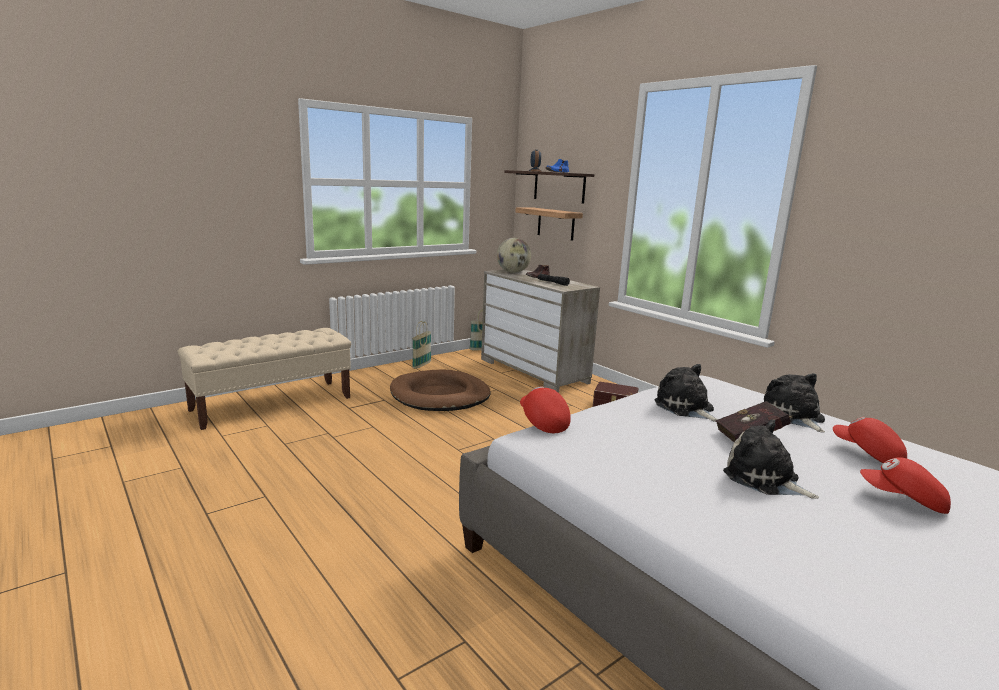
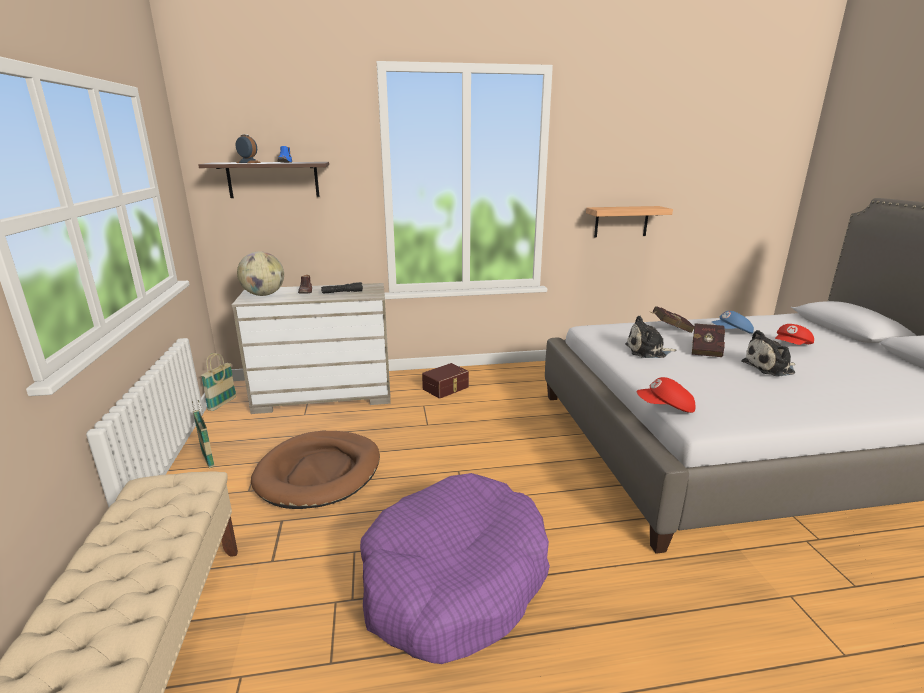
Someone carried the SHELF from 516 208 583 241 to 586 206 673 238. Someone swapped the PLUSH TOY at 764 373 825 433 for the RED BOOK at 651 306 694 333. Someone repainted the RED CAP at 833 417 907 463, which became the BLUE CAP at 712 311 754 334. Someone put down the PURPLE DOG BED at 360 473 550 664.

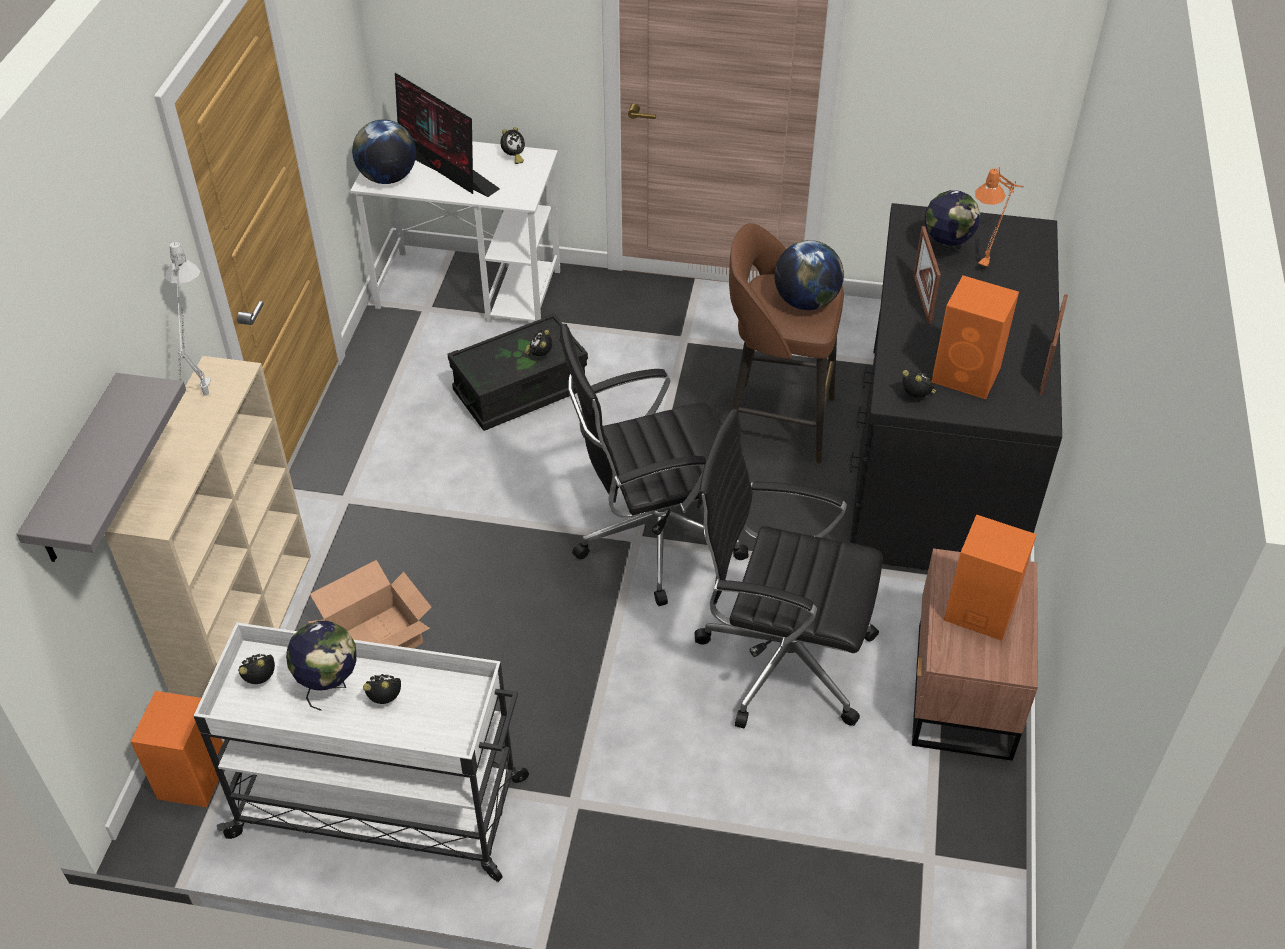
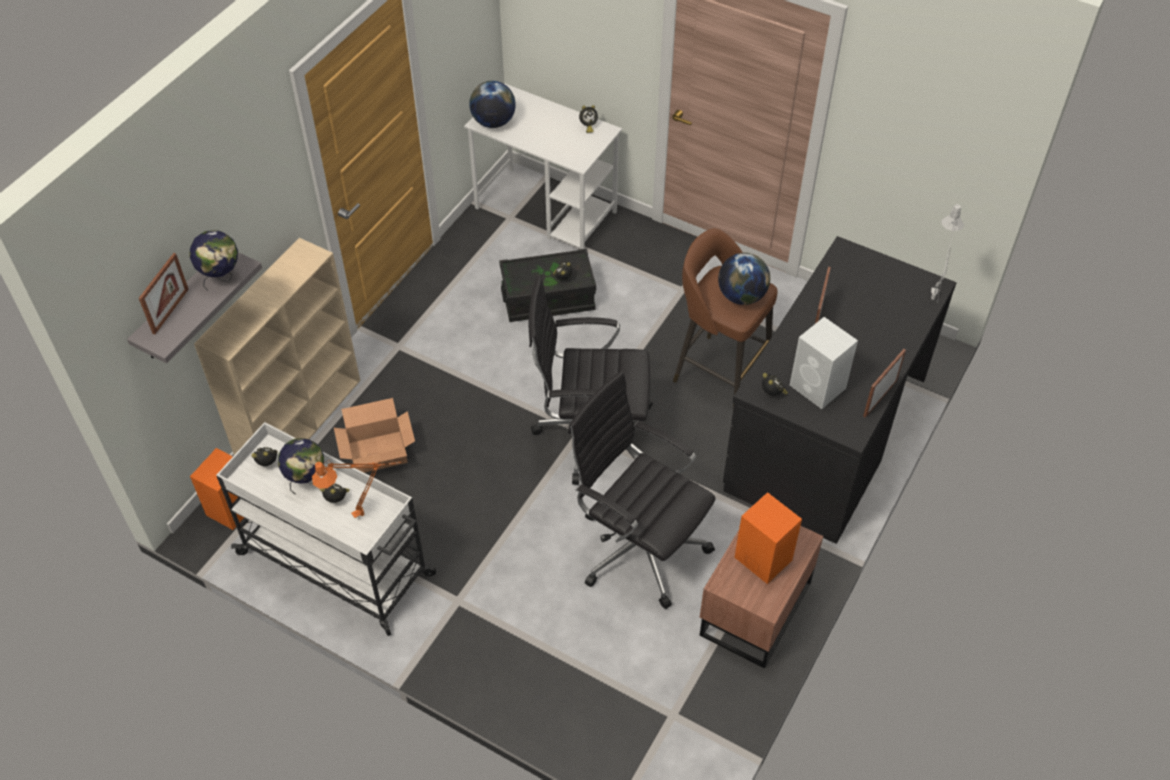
Someone took away the MONITOR at 395 73 500 197. Someone carried the ORANGE TABLE LAMP from 975 167 1024 270 to 312 460 402 518. Someone carried the GLOBE from 924 190 981 266 to 190 230 238 290. Someone carried the GREY TABLE LAMP from 165 242 211 396 to 931 204 964 302. Someone repainted the ORANGE SPEAKER at 931 275 1019 399, which became the WHITE SPEAKER at 790 317 858 409. Someone put down the PICTURE FRAME at 139 253 189 334.

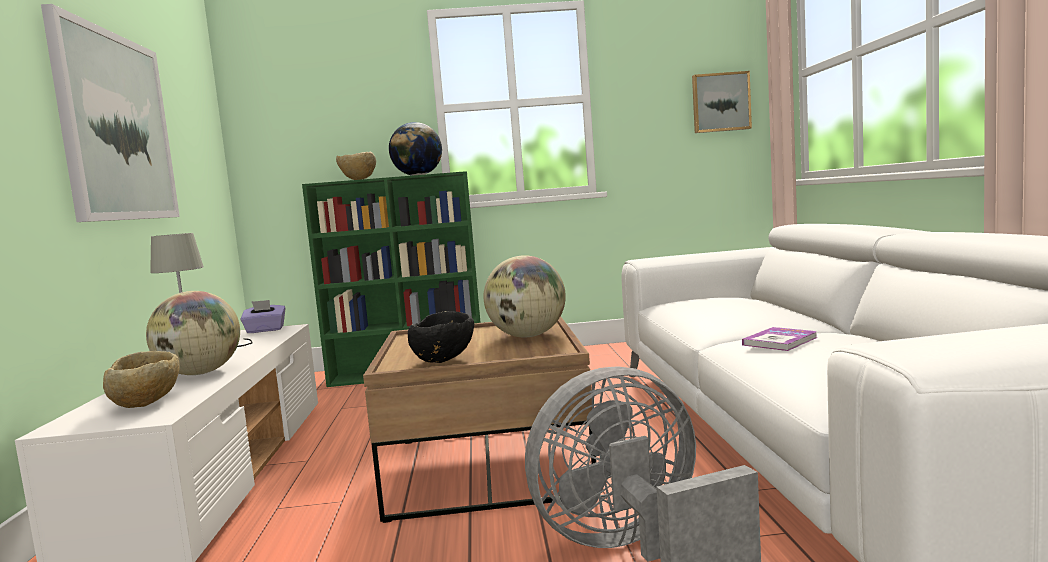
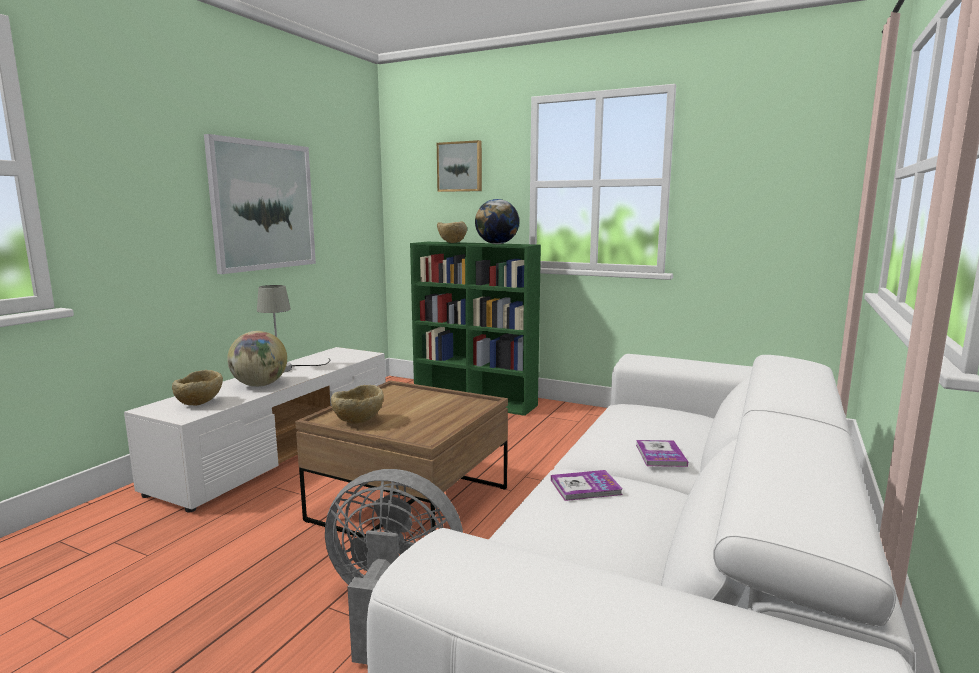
Someone carried the PICTURE from 692 71 752 133 to 437 140 482 192. Someone took away the GLOBE at 484 255 566 337. Someone took away the PURPLE TISSUE BOX at 241 300 286 333. Someone repainted the BLACK BOWL at 408 311 474 363, which became the BEIGE BOWL at 331 385 384 424. Someone put down the BOOK at 636 440 688 467.

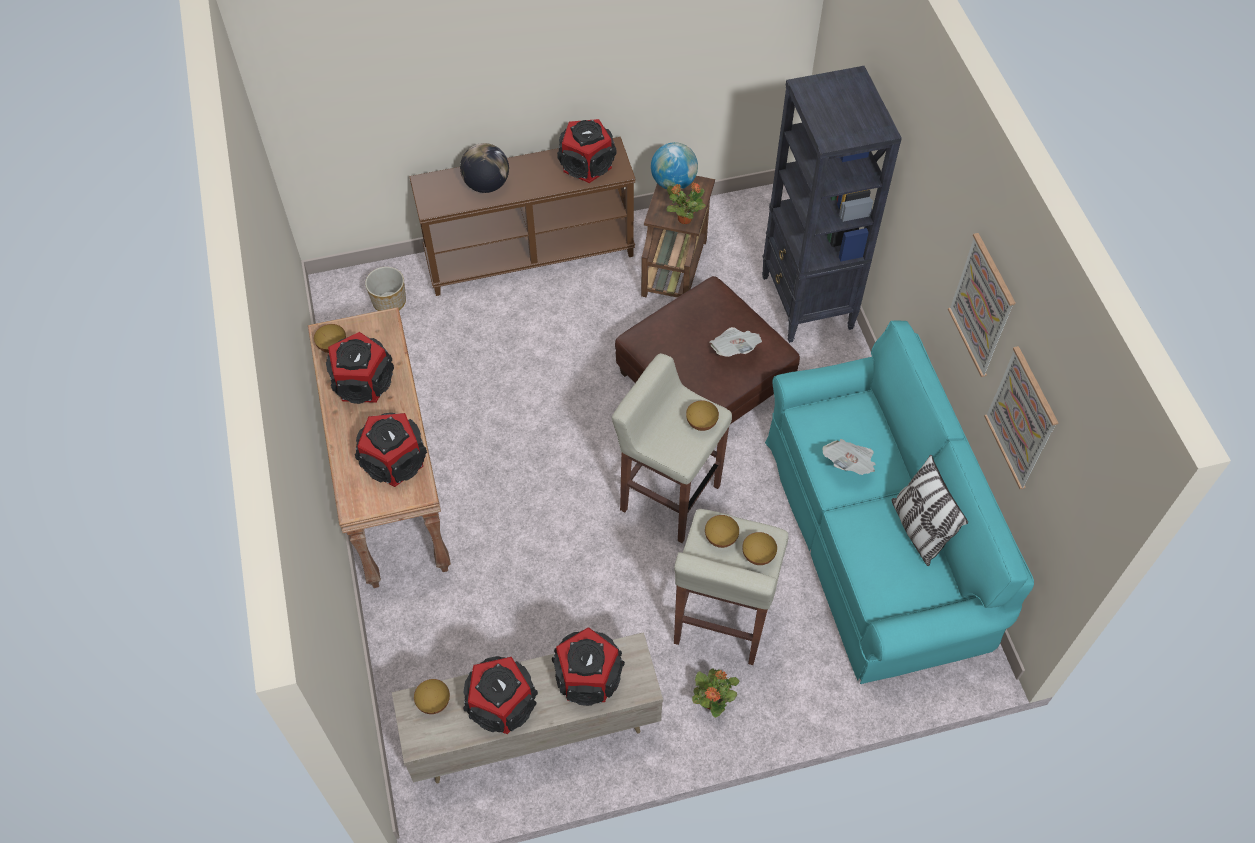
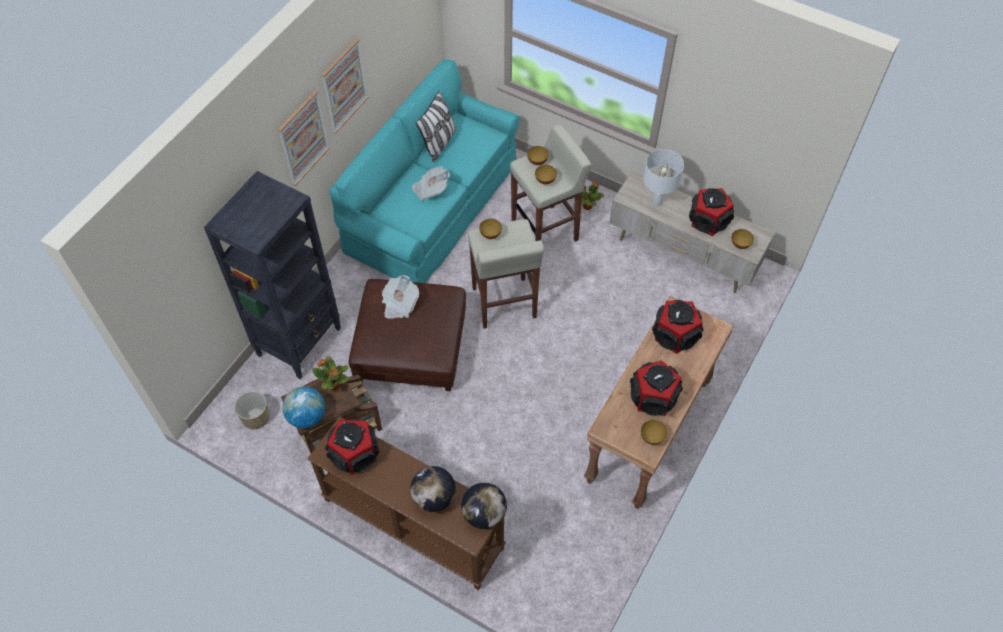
Someone carried the PLANTER from 365 267 406 311 to 234 391 270 429. Someone carried the PICTURE from 984 346 1058 489 to 277 90 330 186. Someone swapped the SPEAKER at 552 627 625 706 for the WHITE TABLE LAMP at 643 149 684 206. Someone put down the GLOBE at 461 483 507 529.

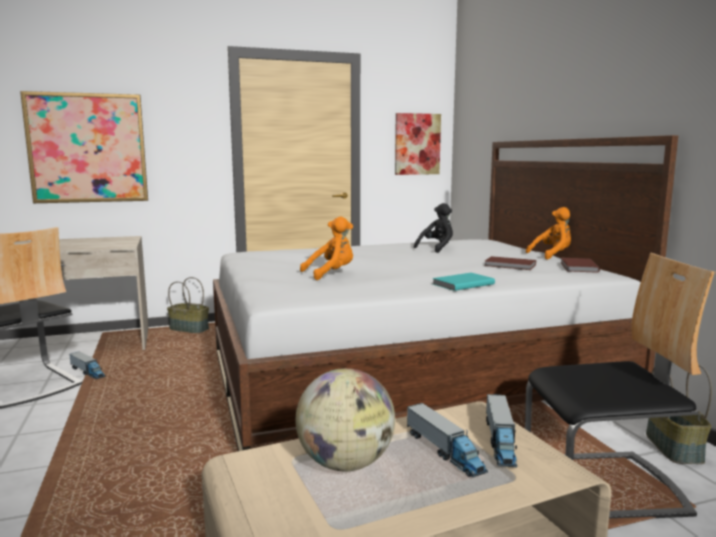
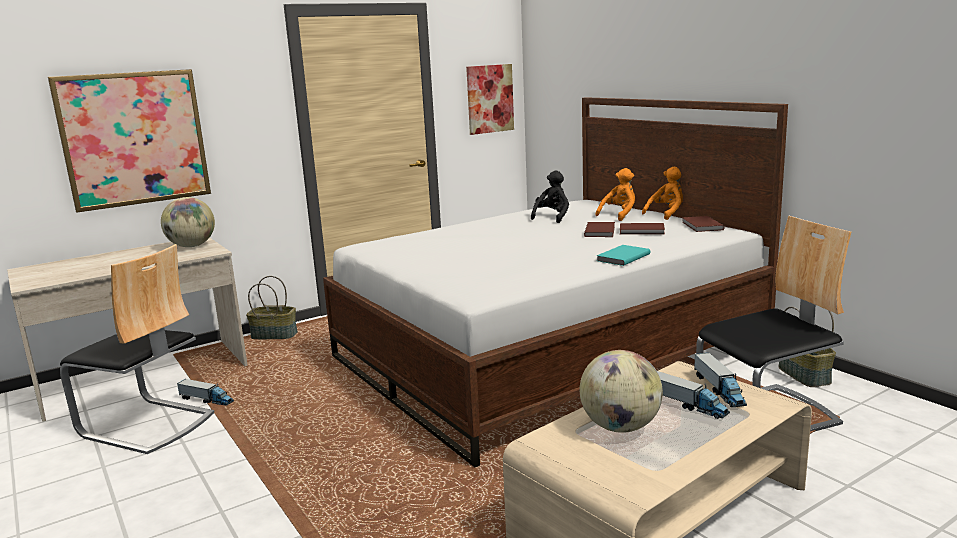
Someone carried the ORANGE PLUSH TOY from 300 217 353 280 to 595 168 635 221. Someone put down the GLOBE at 161 197 215 247. Someone put down the BROWN BOOK at 584 222 615 237.

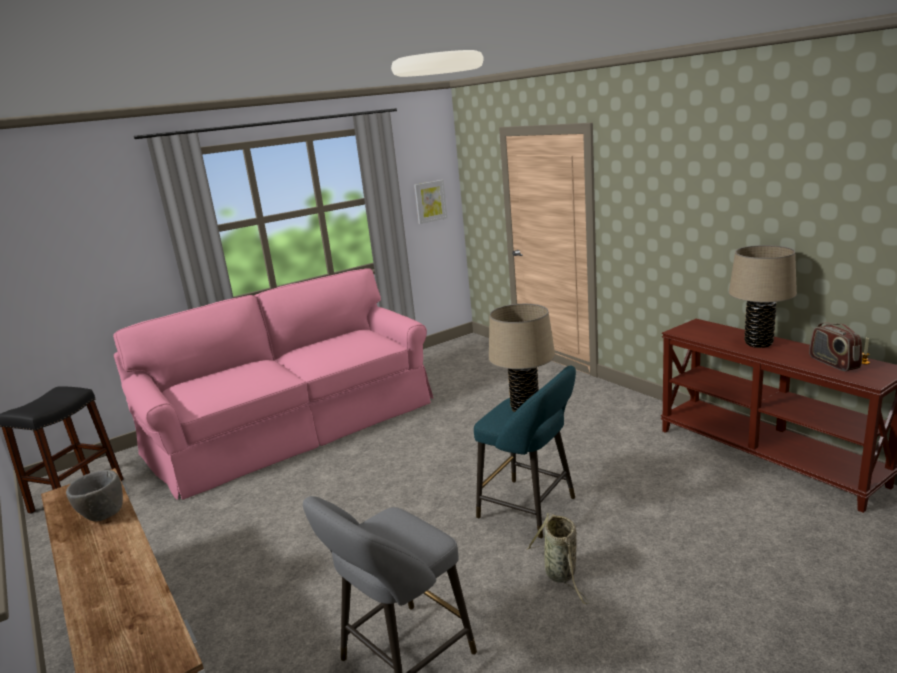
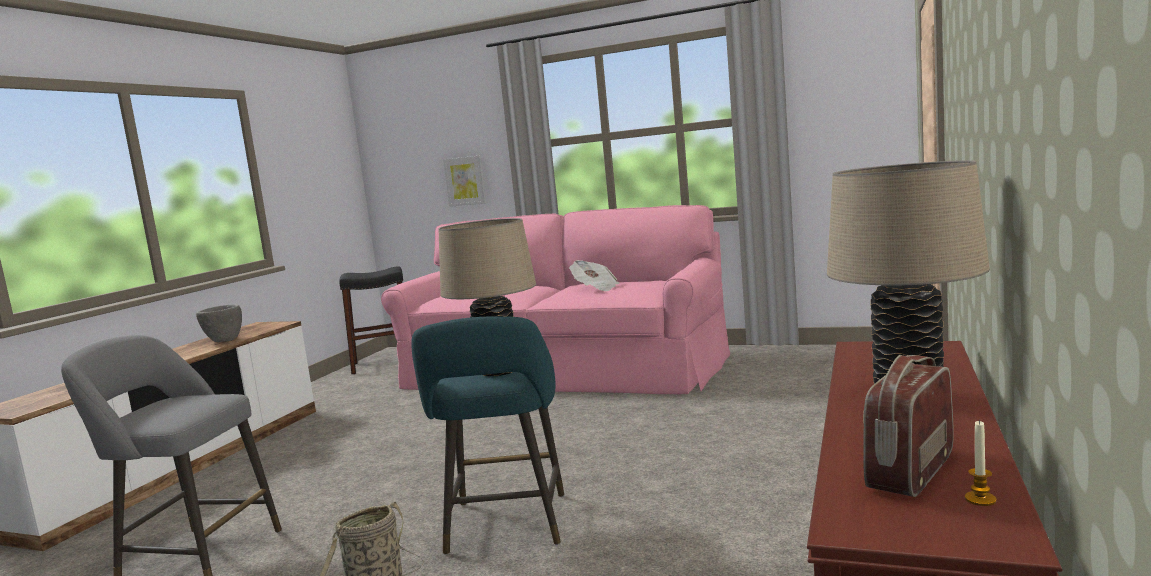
Someone carried the PICTURE from 414 180 447 224 to 443 156 486 207. Someone put down the NEWSPAPER at 569 260 619 291.

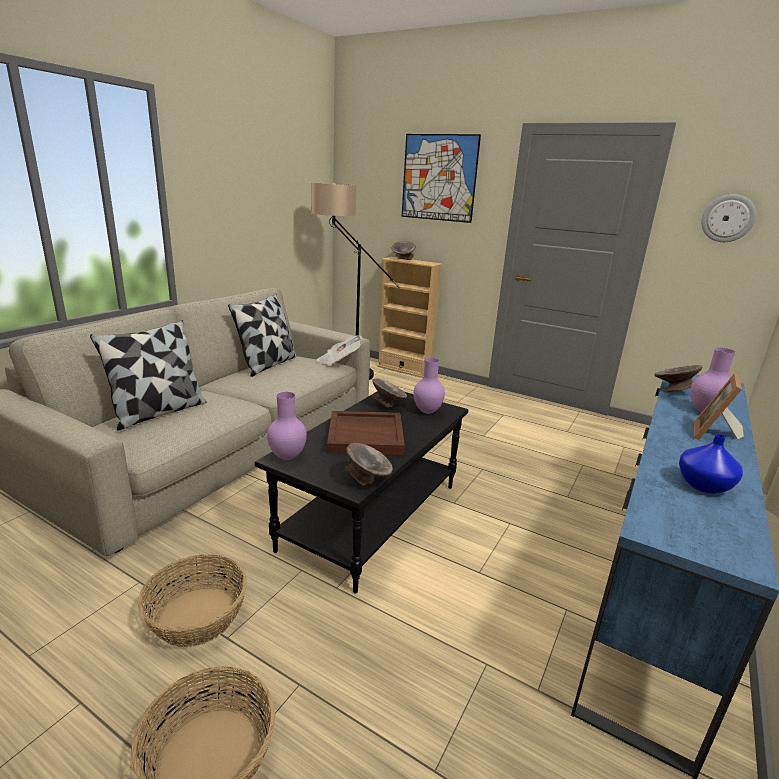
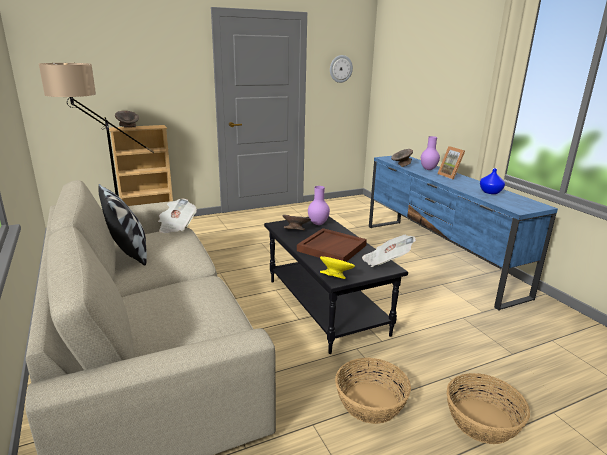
Someone took away the PICTURE at 402 134 481 223. Someone took away the PILLOW at 90 320 206 430. Someone swapped the PURPLE VASE at 267 392 307 460 for the YELLOW BOWL at 320 256 355 279. Someone swapped the GREY BOWL at 345 443 393 486 for the NEWSPAPER at 362 235 416 267.

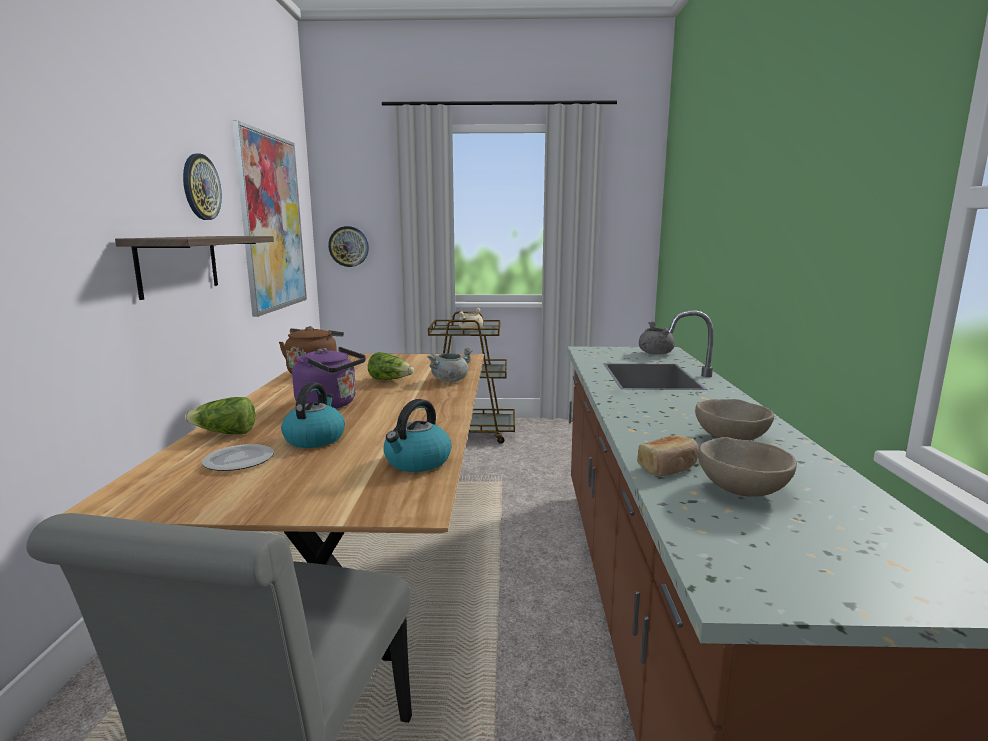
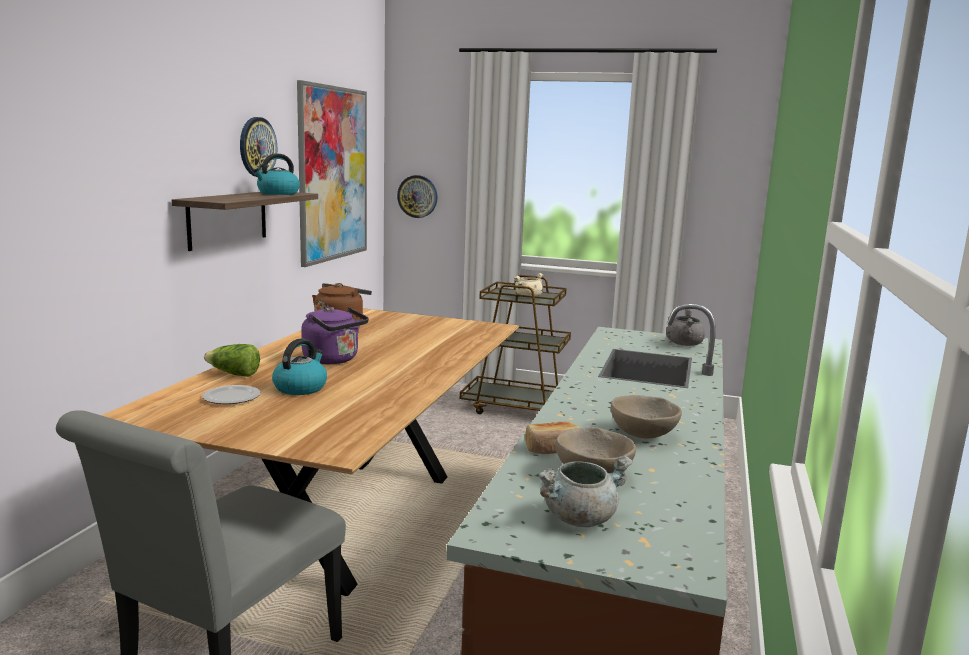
Someone carried the GREY COOKING POT from 428 348 473 382 to 537 456 633 527. Someone took away the LETTUCE at 368 352 414 380. Someone carried the KETTLE from 383 399 451 472 to 253 153 300 195.

